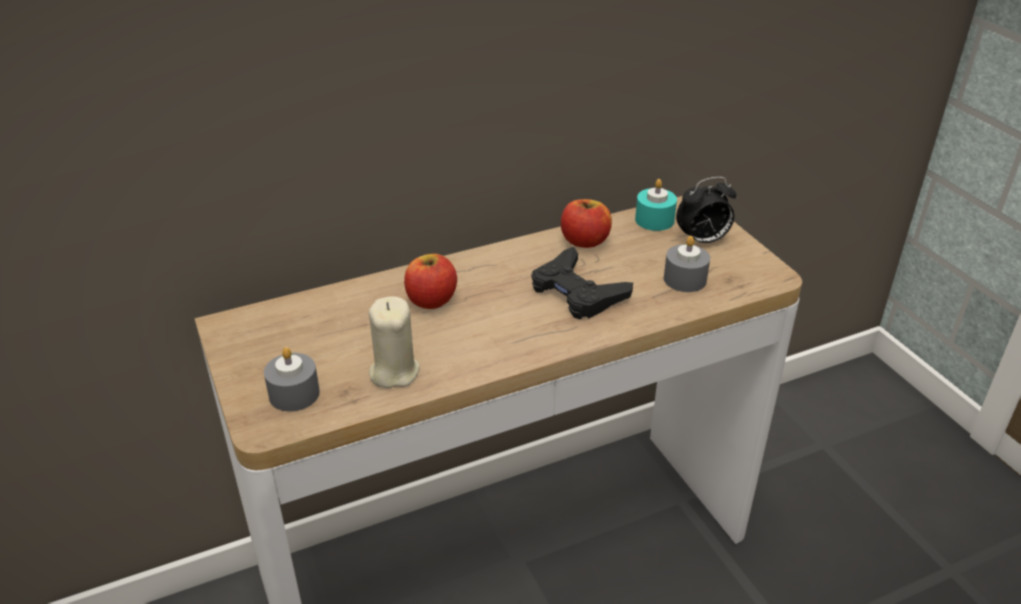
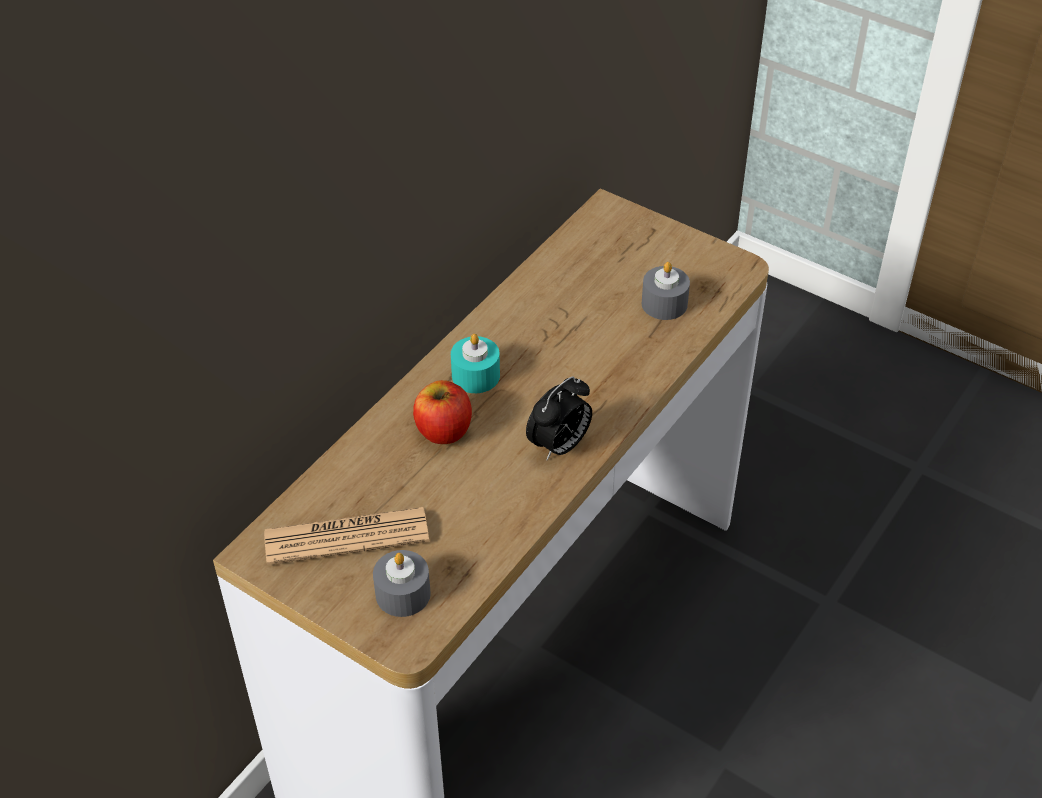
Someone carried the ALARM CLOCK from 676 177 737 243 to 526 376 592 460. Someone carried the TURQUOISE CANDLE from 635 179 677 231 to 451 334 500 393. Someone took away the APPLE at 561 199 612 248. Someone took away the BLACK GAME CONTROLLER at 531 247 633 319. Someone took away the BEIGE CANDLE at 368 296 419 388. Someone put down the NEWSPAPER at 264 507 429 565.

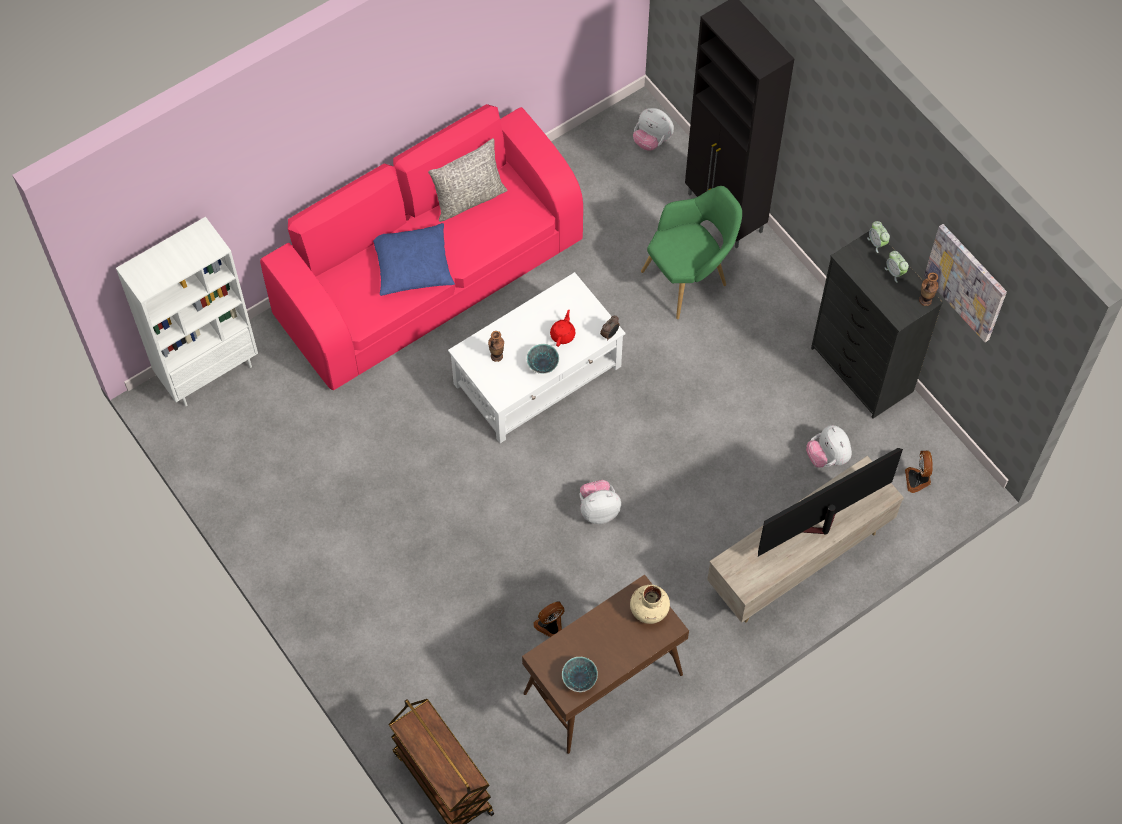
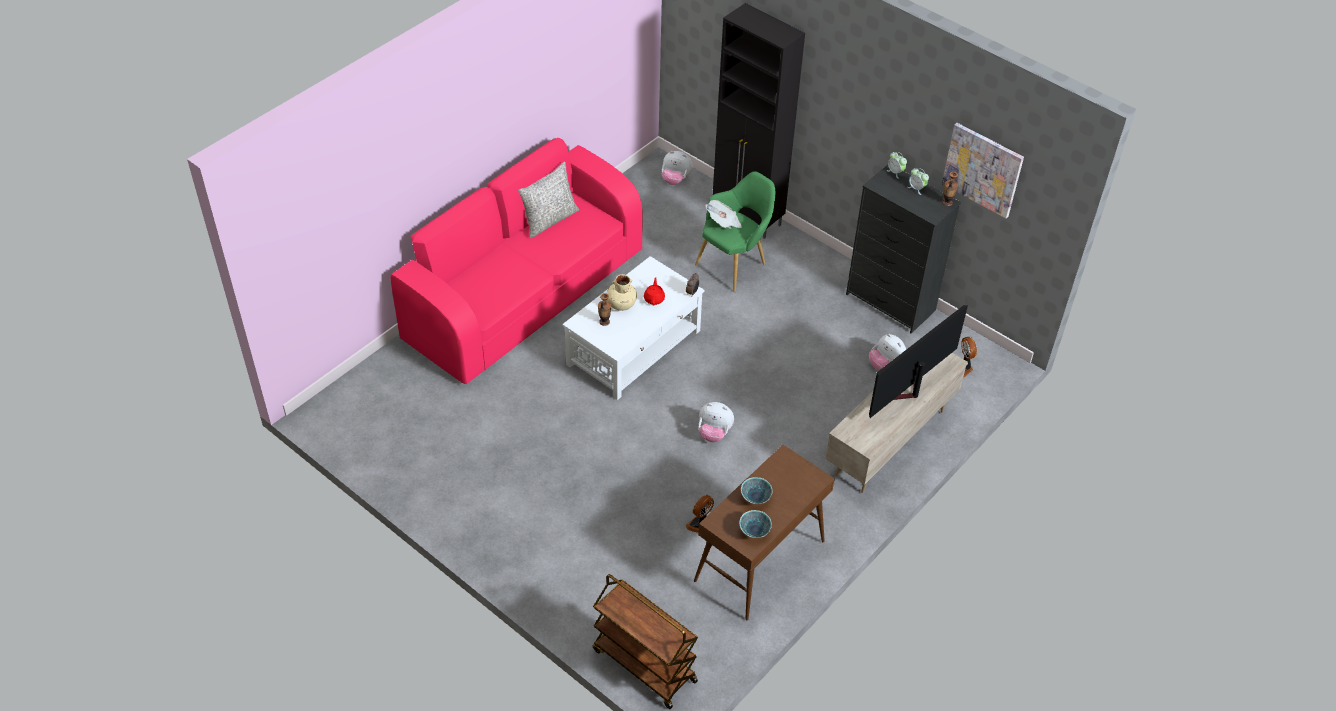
Someone took away the WHITE BOOKCASE at 116 217 258 407. Someone took away the BLUE PILLOW at 373 223 455 296. Someone carried the BOWL from 527 344 559 374 to 741 477 773 504. Someone rotated the PLUSH TOY at 580 480 621 524 by 135 degrees counterclockwise. Someone carried the BEIGE VASE from 630 585 670 624 to 607 274 637 311. Someone put down the NEWSPAPER at 705 200 742 229.

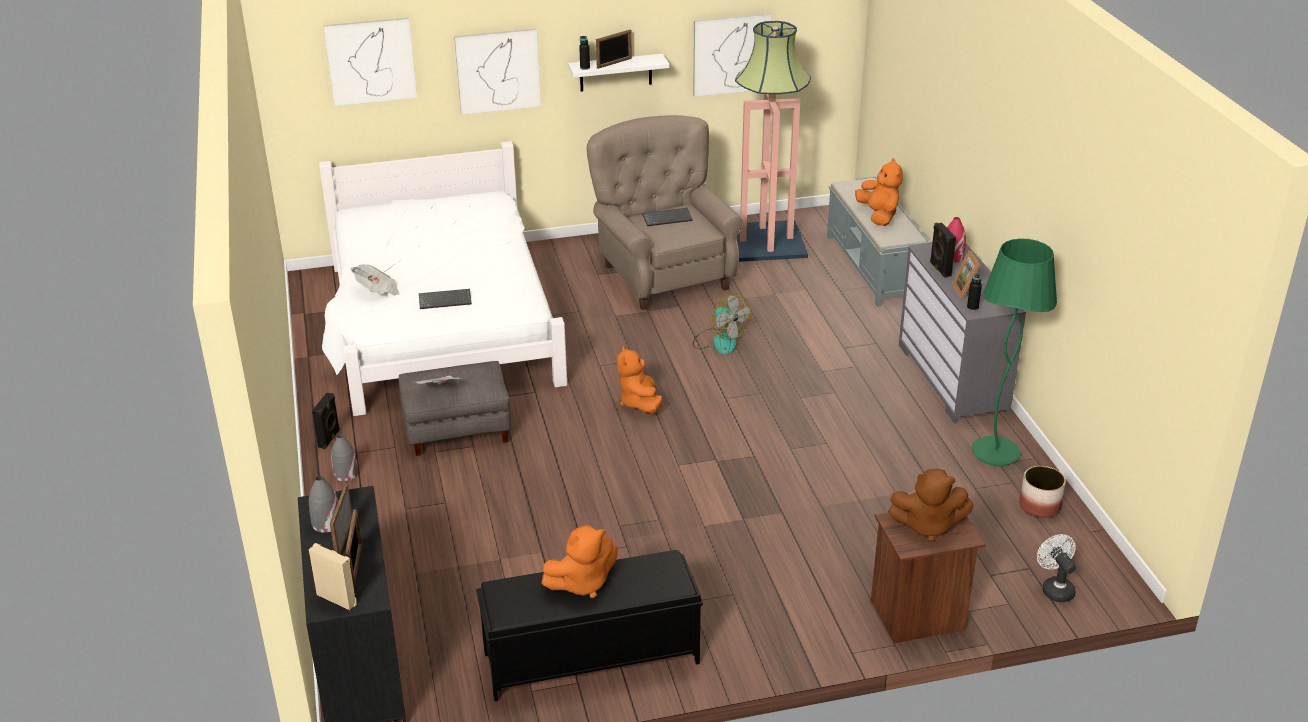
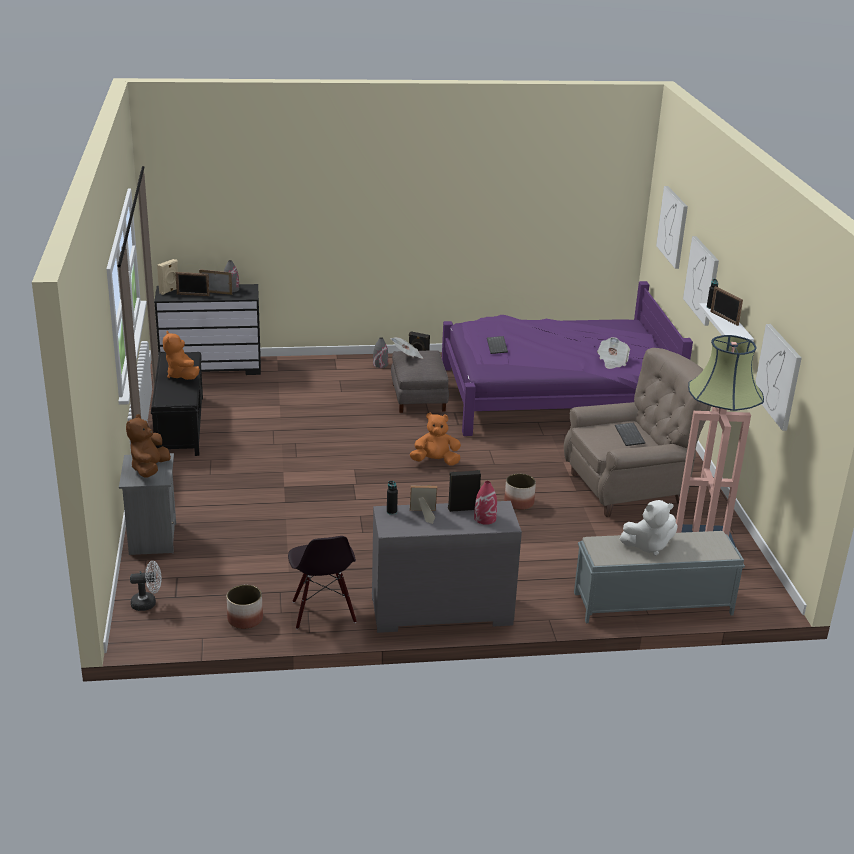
Someone repainted the WHITE BED at 319 141 567 416, which became the PURPLE BED at 442 281 693 436. Someone repainted the ORANGE PLUSH TOY at 855 158 903 226, which became the WHITE PLUSH TOY at 620 500 678 556. Someone swapped the GREEN FLOOR LAMP at 972 238 1057 466 for the BLACK CHAIR at 288 536 357 629. Someone carried the NEWSPAPER from 351 265 399 295 to 597 337 630 369. Someone swapped the FAN at 693 293 751 355 for the PLANTER at 504 473 536 510. Someone repainted the BROWN NIGHTSTAND at 871 512 986 643, which became the GREY NIGHTSTAND at 119 453 176 555.

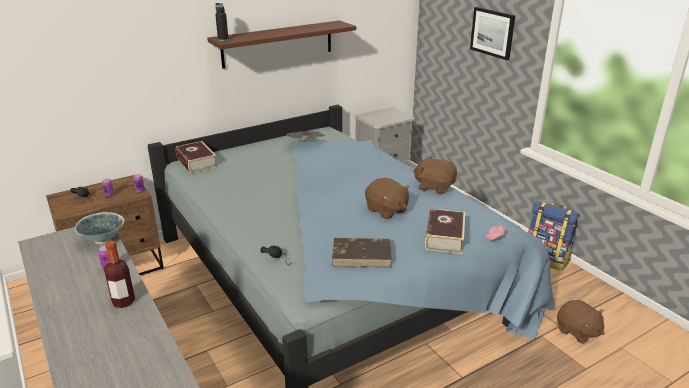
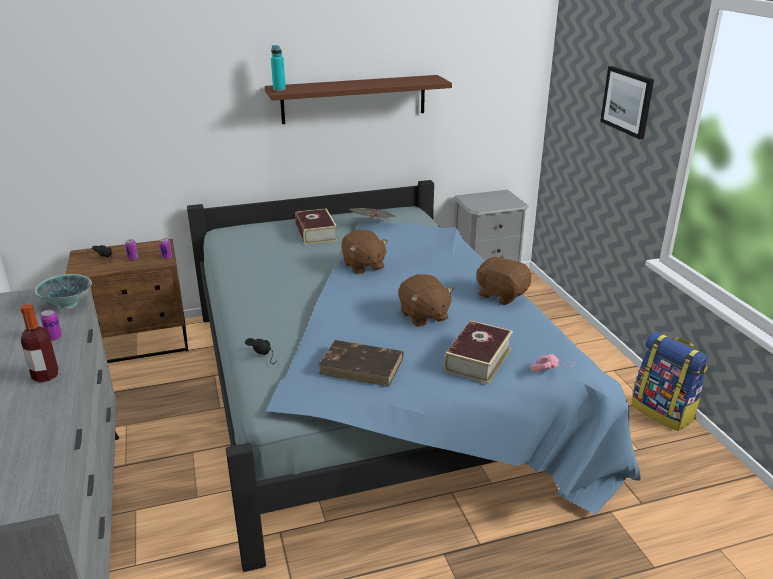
Someone repainted the BLACK BOTTLE at 215 3 229 41, which became the TURQUOISE BOTTLE at 271 45 286 91. Someone carried the BOOK from 176 141 217 173 to 295 208 338 245. Someone carried the BROWN PLUSH TOY from 557 300 605 344 to 341 229 388 274.

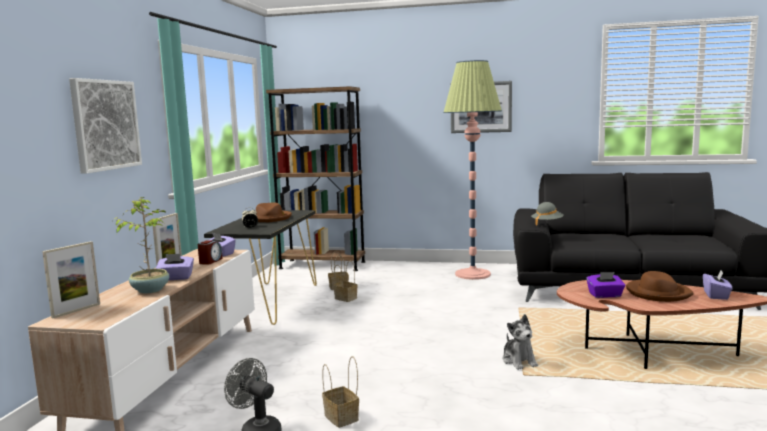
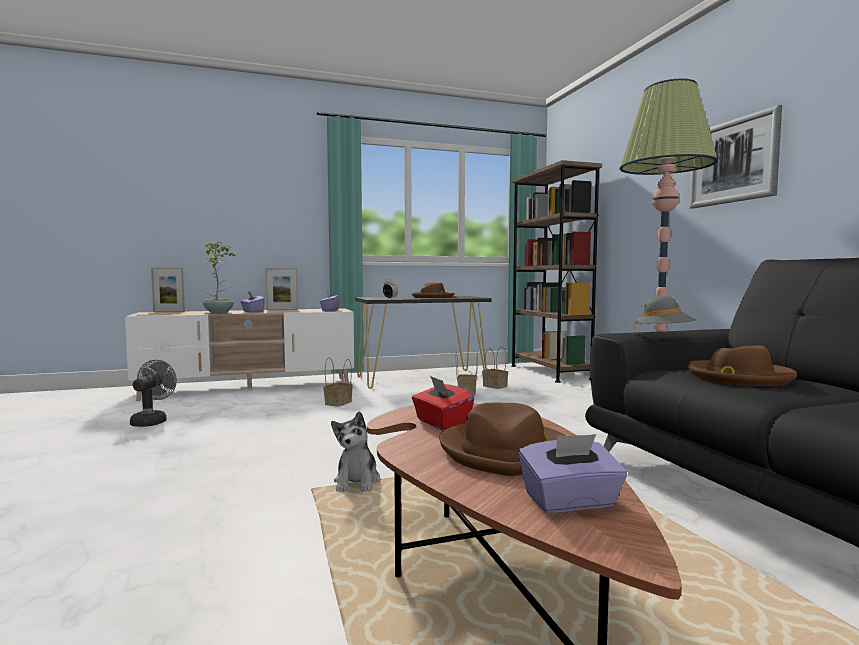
Someone took away the PICTURE at 69 78 142 174. Someone took away the ALARM CLOCK at 198 240 223 265. Someone repainted the PURPLE TISSUE BOX at 586 272 625 298, which became the RED TISSUE BOX at 412 376 474 430. Someone rotated the PLUSH TOY at 503 314 538 370 by 45 degrees counterclockwise. Someone carried the BASKET from 322 356 359 428 to 324 357 353 407. Someone put down the BROWN HAT at 688 345 797 386.

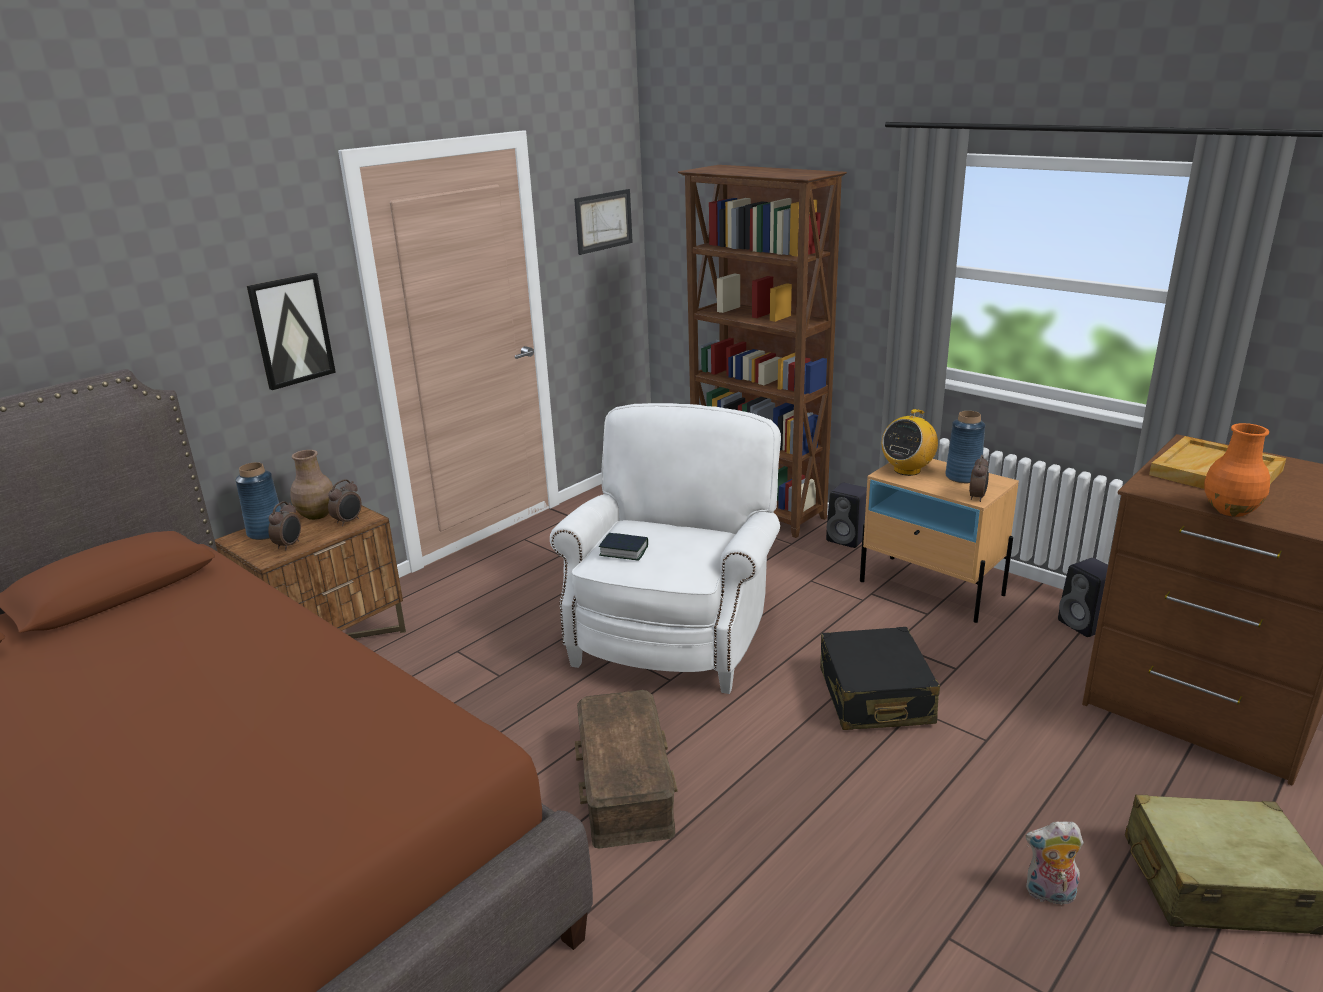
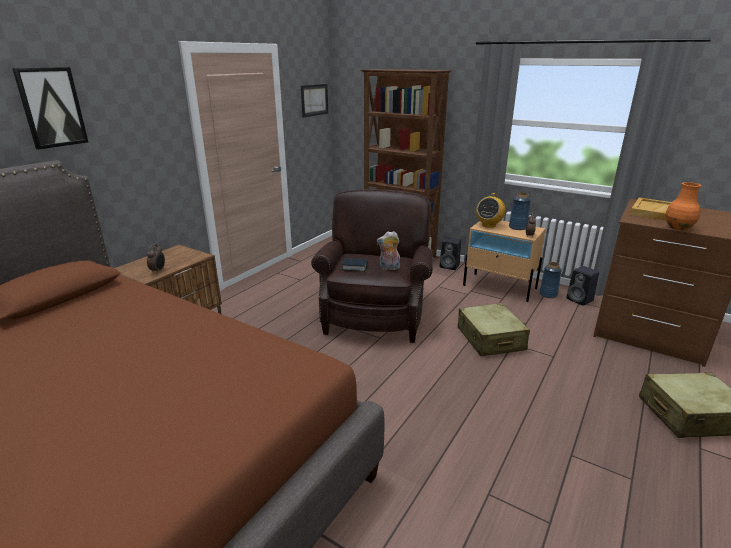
Someone carried the PICTURE from 247 273 336 390 to 12 67 88 149. Someone repainted the WHITE ARMCHAIR at 550 403 781 694, which became the BROWN ARMCHAIR at 311 189 433 343. Someone took away the BROWN VASE at 291 450 333 520. Someone carried the BLUE VASE from 235 462 281 540 to 539 262 562 298. Someone took away the ALARM CLOCK at 328 479 362 526. Someone repainted the BLACK SUITCASE at 820 627 940 730, which became the BEIGE SUITCASE at 458 303 530 356. Someone took away the BROWN STORAGE BOX at 575 690 678 849. Someone carried the PLUSH TOY from 1026 822 1084 905 to 377 231 400 270.

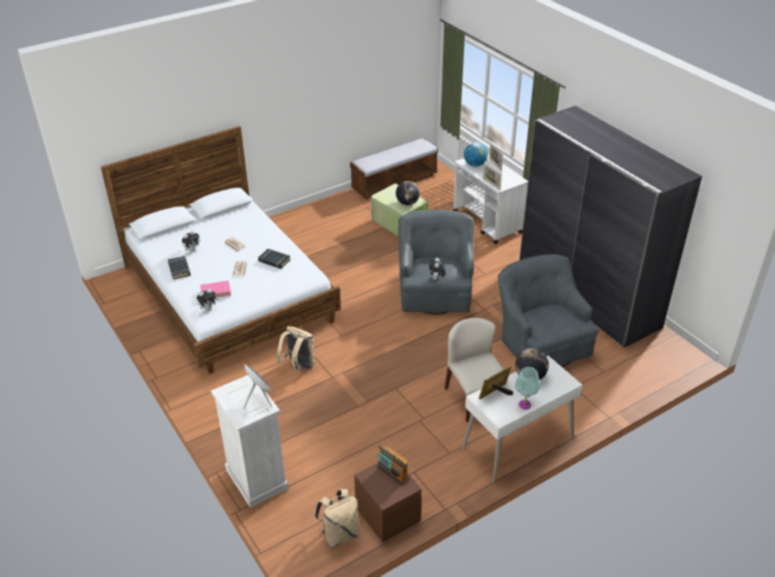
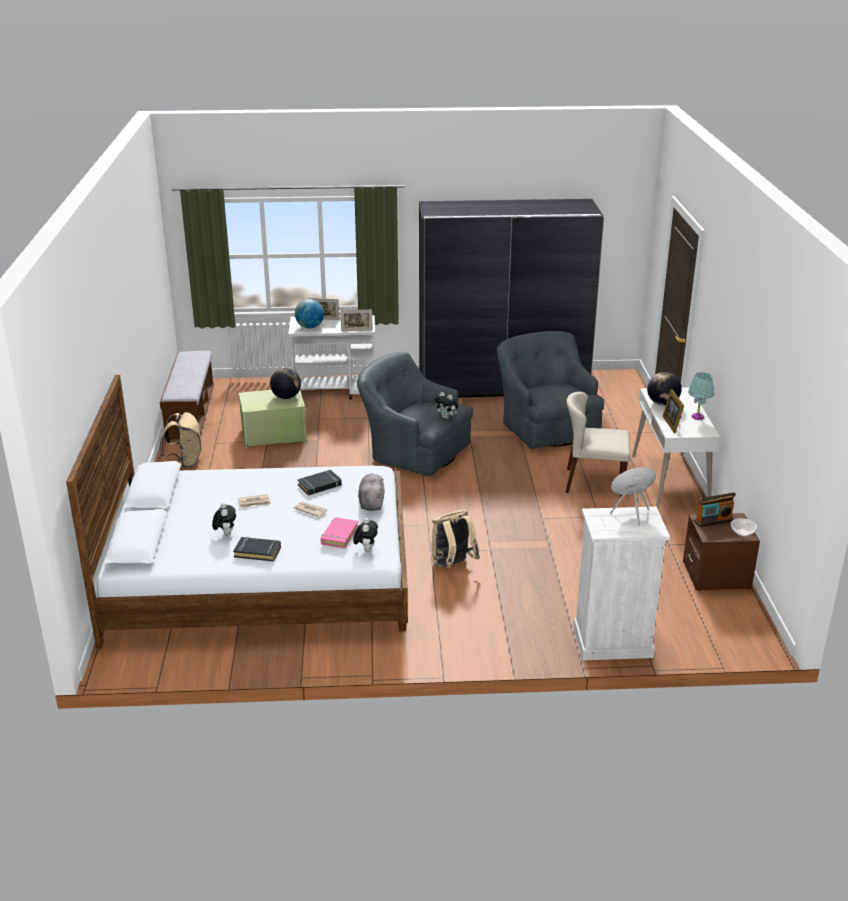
Someone rotated the GREY ARMCHAIR at 498 254 598 367 by 60 degrees clockwise. Someone carried the BEIGE BACKPACK from 315 489 359 547 to 160 412 201 468. Someone put down the GREY PLUSH TOY at 358 474 384 511. Someone put down the BOWL at 731 518 757 537.

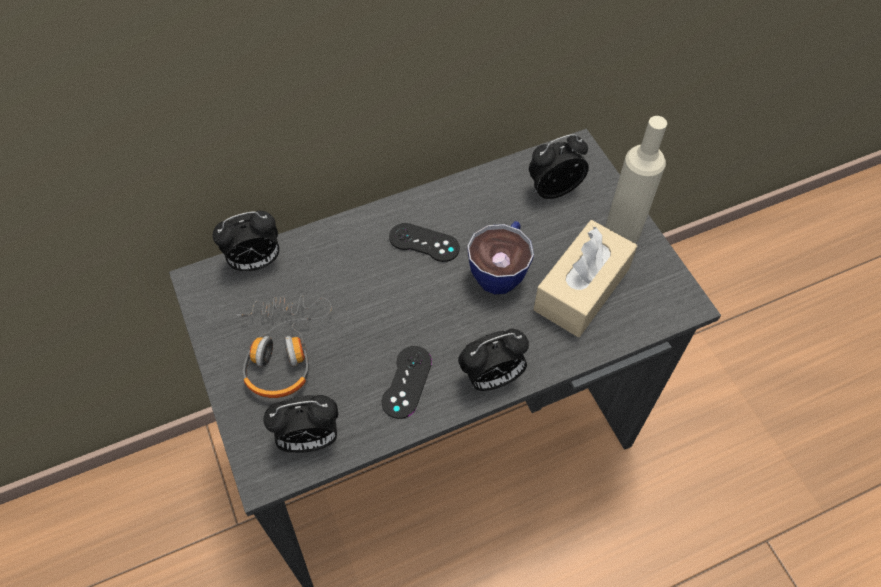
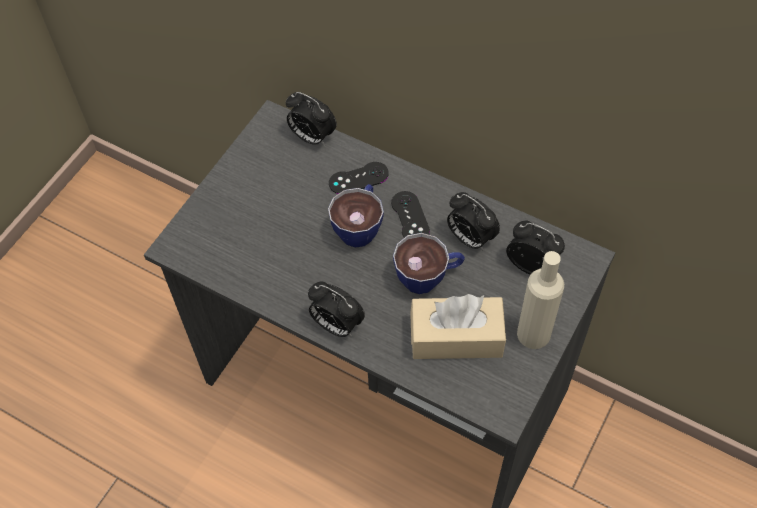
Someone took away the HEADPHONES at 236 295 332 398. Someone carried the BLACK GAME CONTROLLER from 382 346 432 419 to 329 162 389 194. Someone carried the ALARM CLOCK from 263 395 338 453 to 447 192 500 250. Someone put down the CUP at 328 184 384 247.

